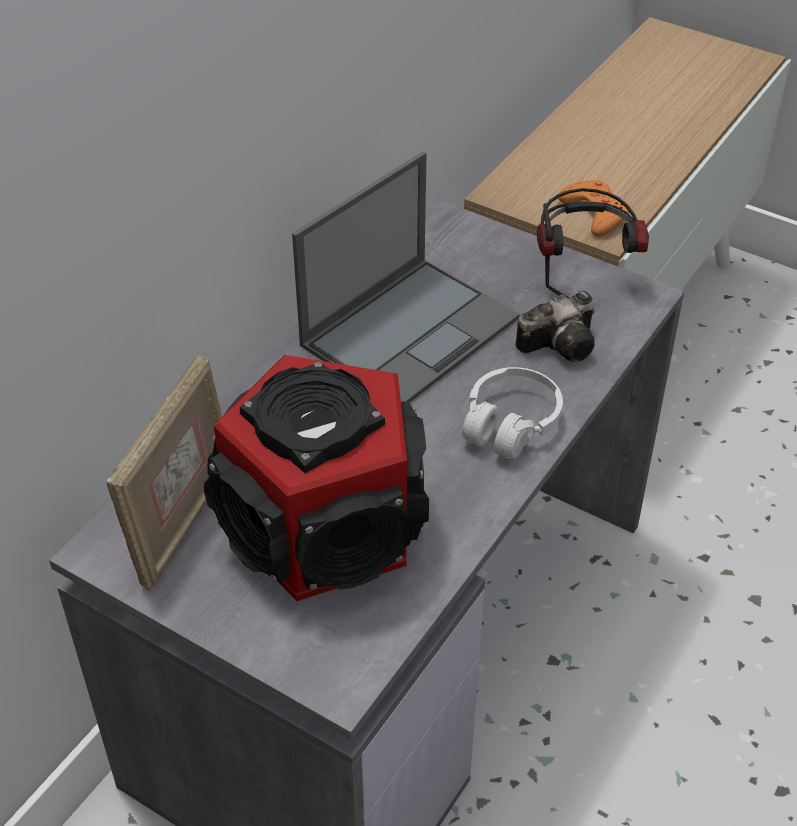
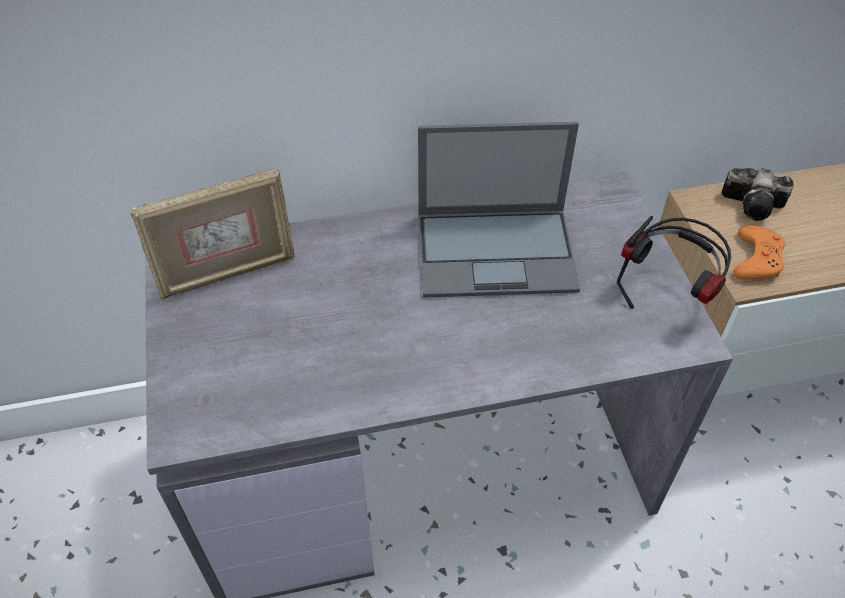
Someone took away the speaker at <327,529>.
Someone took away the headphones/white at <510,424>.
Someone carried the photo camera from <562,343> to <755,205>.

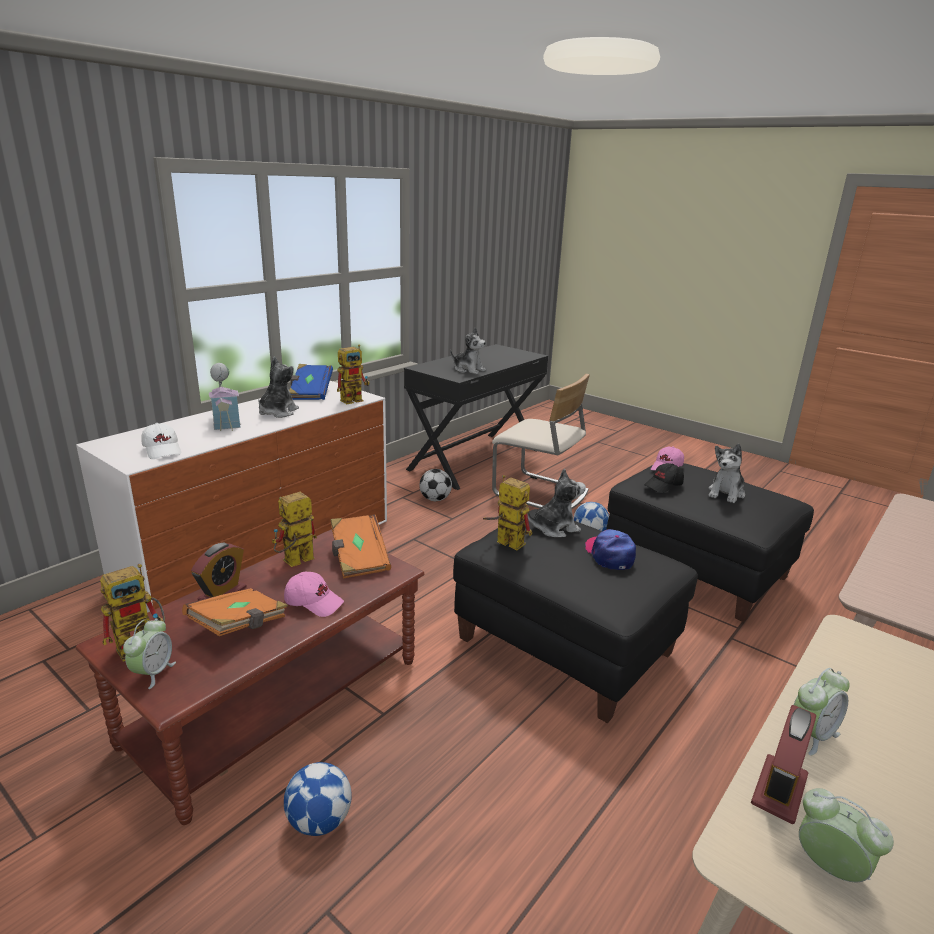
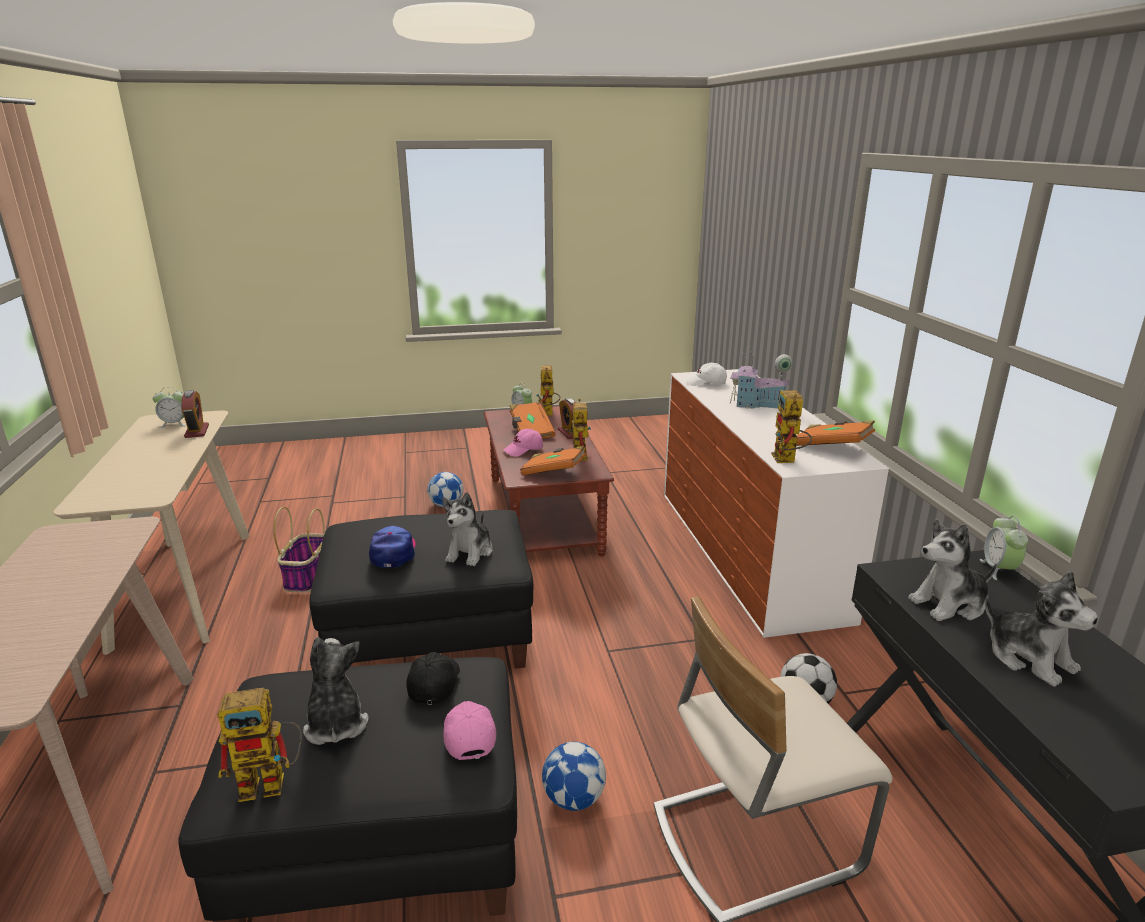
Someone carried the plush toy from <277,412> to <1029,658>.
Someone repainted the book/blue at <310,393>, which became the book/orange at <832,447>.
Someone carried the toy robot from <504,542> to <273,781>.
Someone rotated the cap at <609,554> by 120 degrees counterclockwise.
Someone carried the alarm clock from <811,734> to <998,569>.
Someone put down the basket at <307,576>.

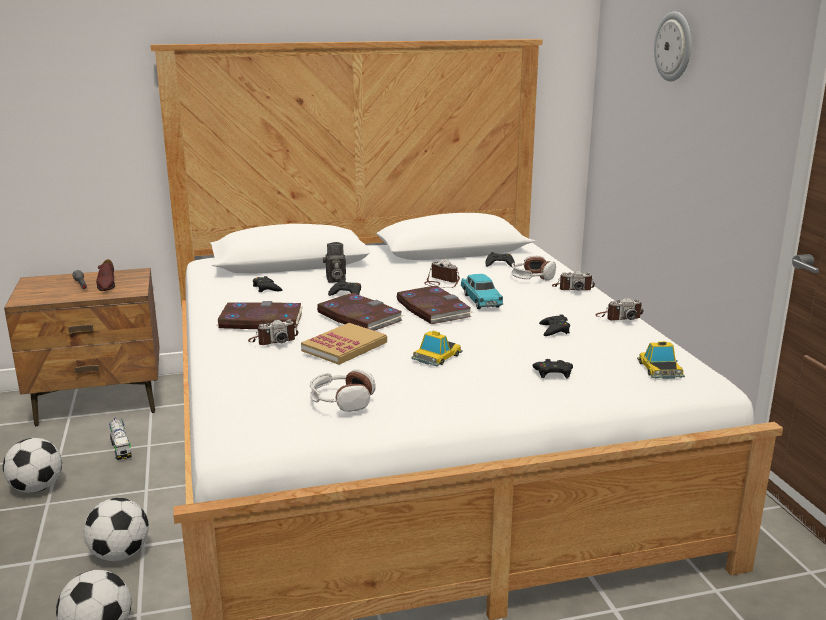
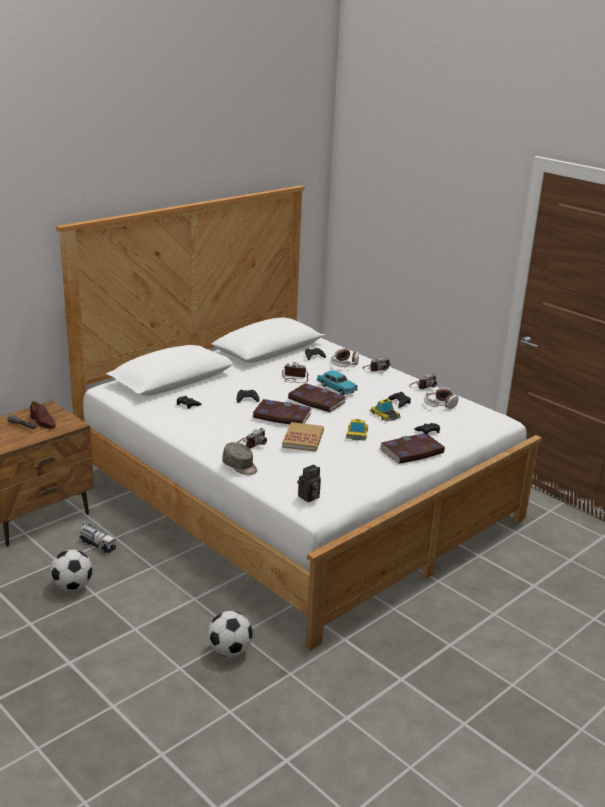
Someone took away the football at <120,554>.
Someone carried the book from <260,320> to <411,451>.
Someone carried the headphones from <342,400> to <440,404>.
Someone carried the photo camera from <334,280> to <308,497>.
Someone carried the toy car from <660,369> to <385,415>.
Someone took away the wall clock at <674,46>.
Someone put down the cap/grey at <240,466>.

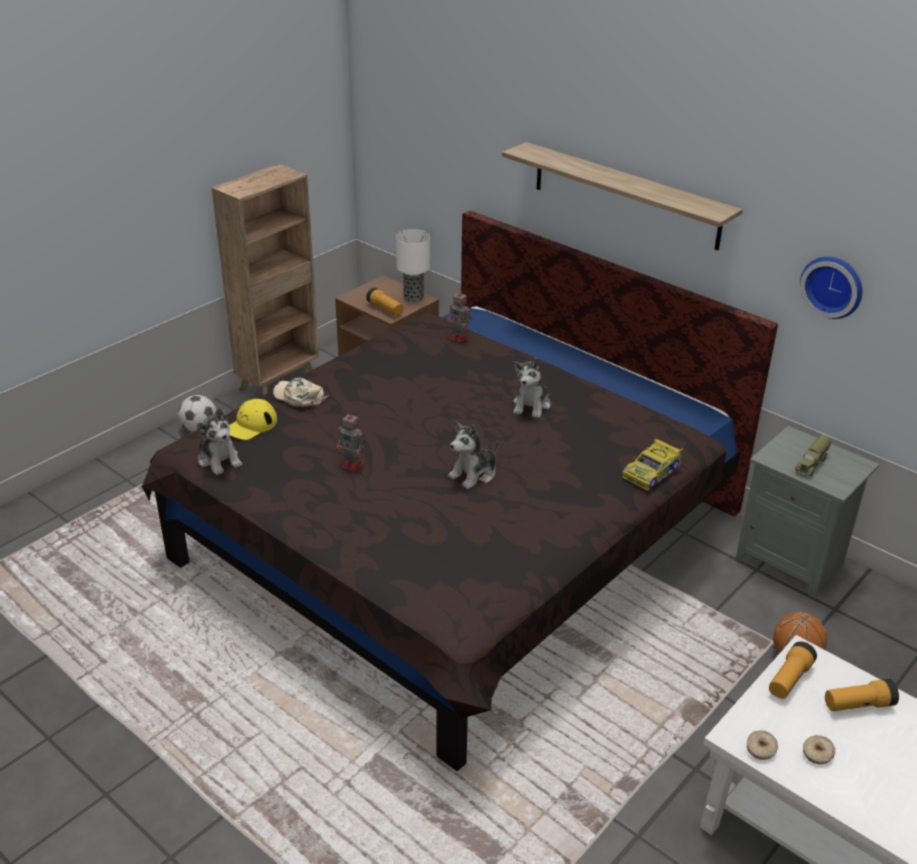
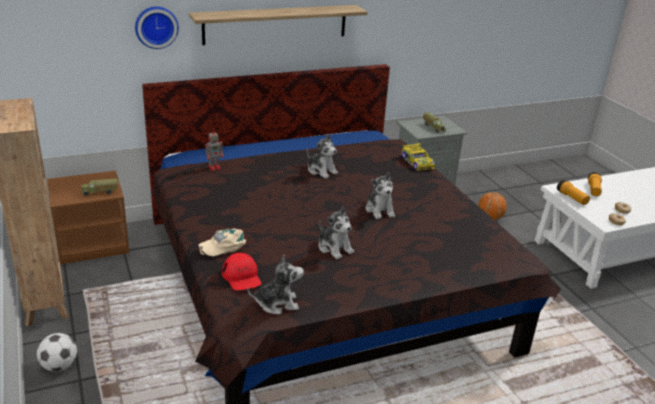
Someone repainted the cap/yellow at <251,425>, which became the cap/red at <242,276>.
Someone swapped the toy robot at <353,465> for the plush toy at <334,248>.
Someone swapped the flashlight at <385,309> for the toy truck at <100,192>.
Someone took away the table lamp at <413,297>.
Someone carried the wall clock from <833,285> to <156,26>.

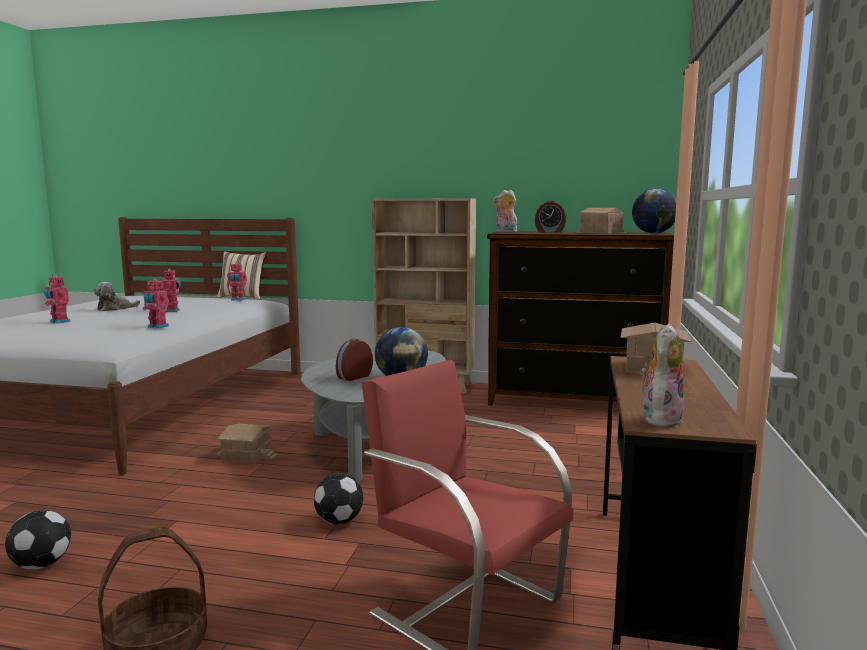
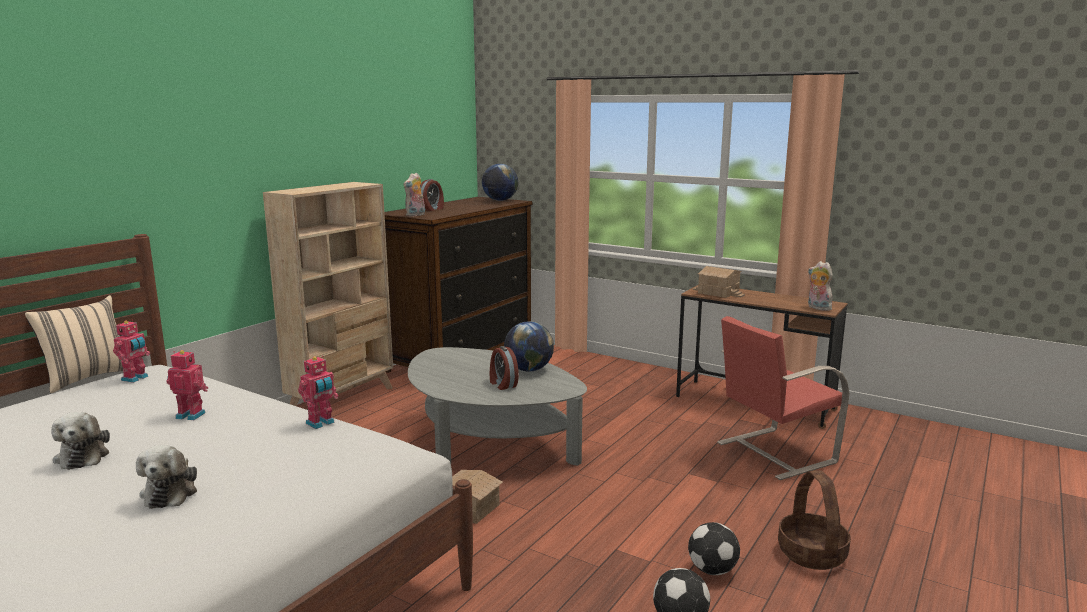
Someone swapped the toy robot at <59,322> for the plush toy at <171,492>.
Someone carried the football from <339,521> to <713,570>.
Someone took away the toy house at <600,233>.

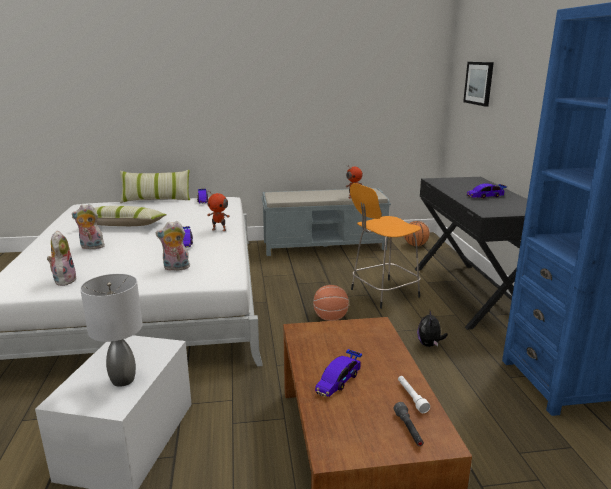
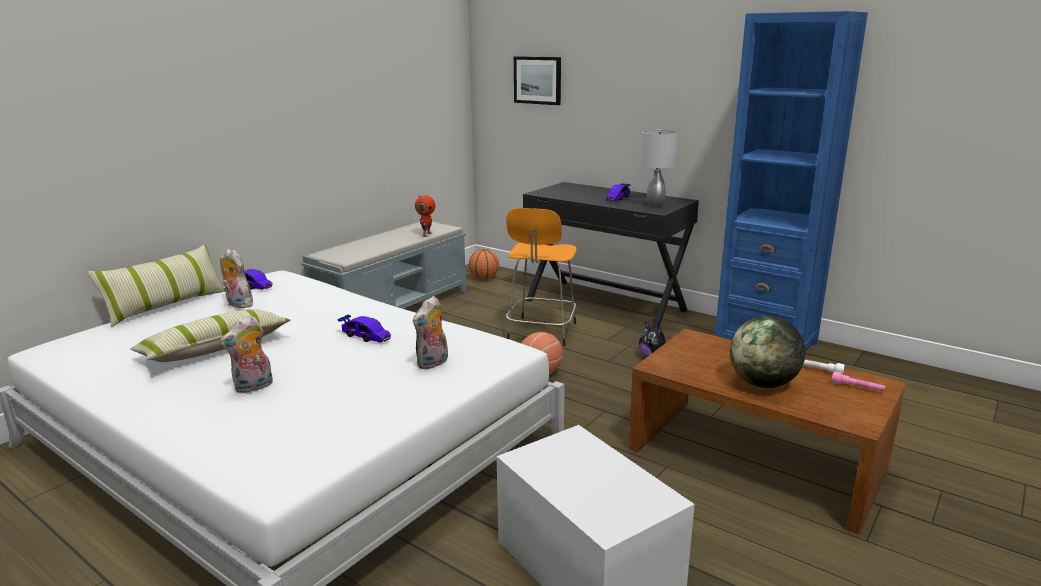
Someone carried the plush toy from <64,280> to <237,304>.
Someone carried the table lamp/grey from <123,380> to <656,205>.
Someone took away the toy robot at <219,229>.
Someone swapped the toy car at <338,380> for the globe at <762,384>.
Someone repainted the flashlight/grey at <408,430>, which became the flashlight/pink at <857,388>.

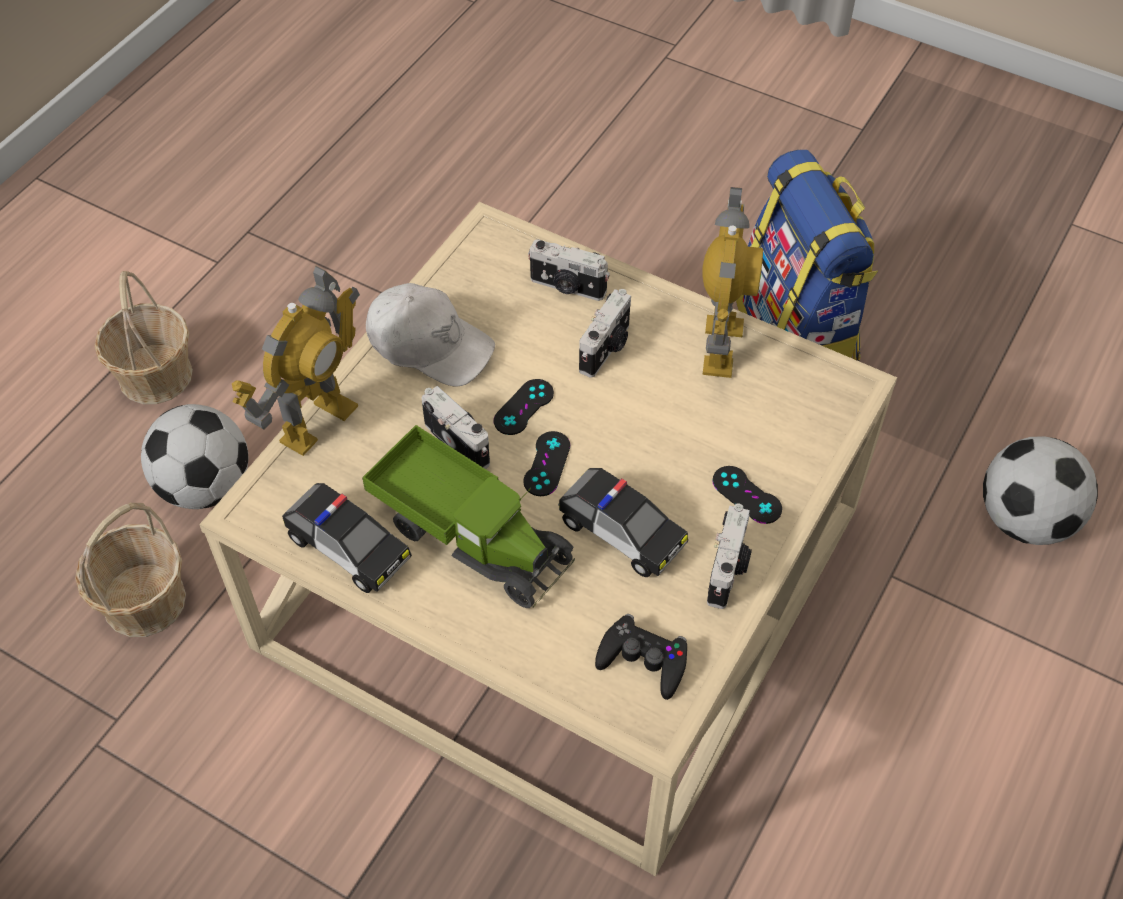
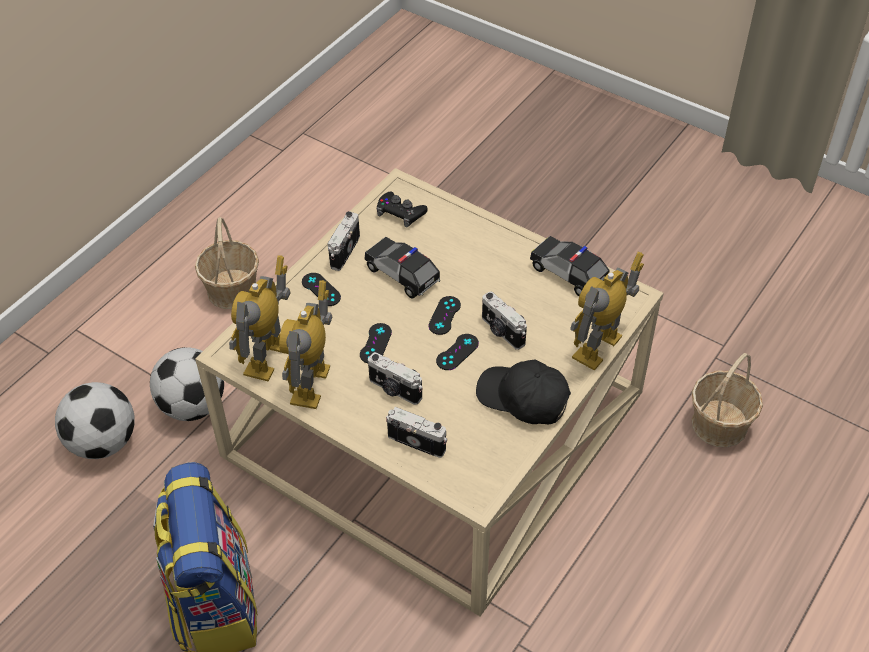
Someone carried the basket from <155,376> to <232,290>.
Someone carried the football from <205,486> to <193,406>.
Someone took away the toy truck at <471,534>.
Someone repainted the cap/white at <429,345>, which became the cap/black at <523,398>.
Someone rotated the photo camera at <607,349> by 90 degrees counterclockwise.
Someone put down the toy robot at <267,358>.
Someone put down the game controller/black at <375,343>.

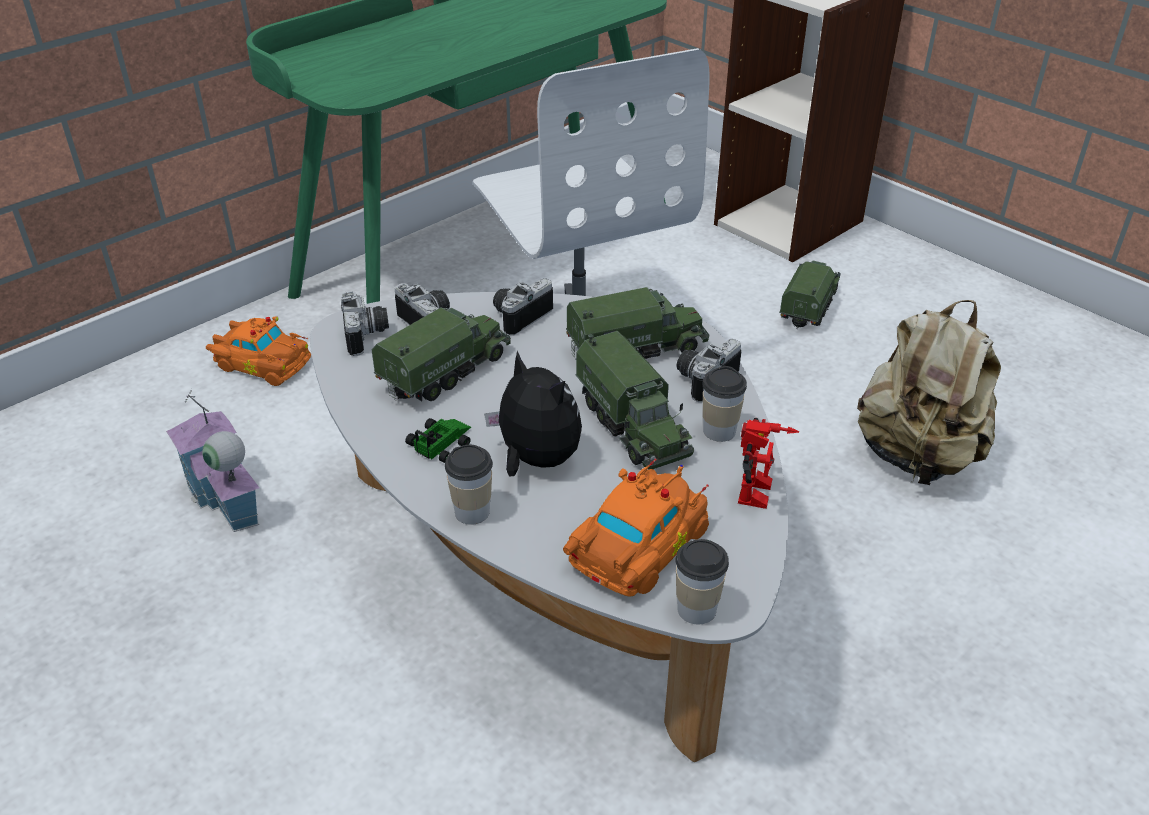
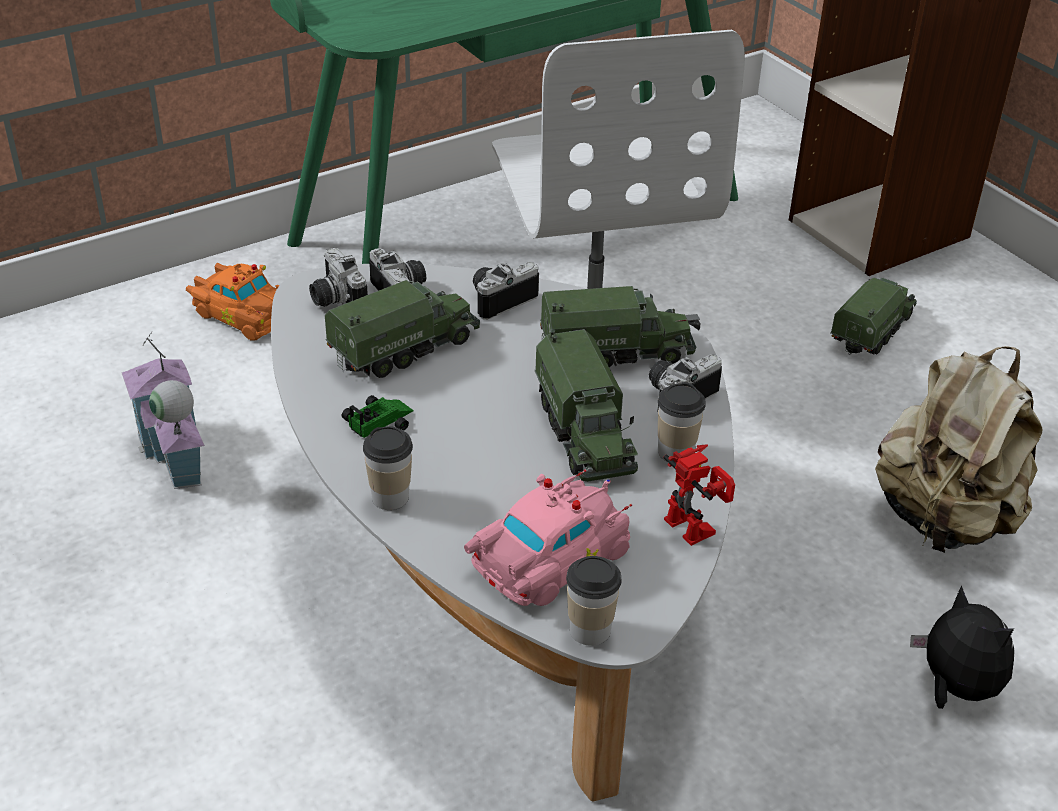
Someone rotated the photo camera at <368,335> by 150 degrees clockwise.
Someone carried the plush toy from <536,460> to <955,688>.
Someone repainted the toy car/orange at <635,548>, which became the toy car/pink at <546,559>.
Someone rotated the toy robot at <760,495> by 60 degrees counterclockwise.

